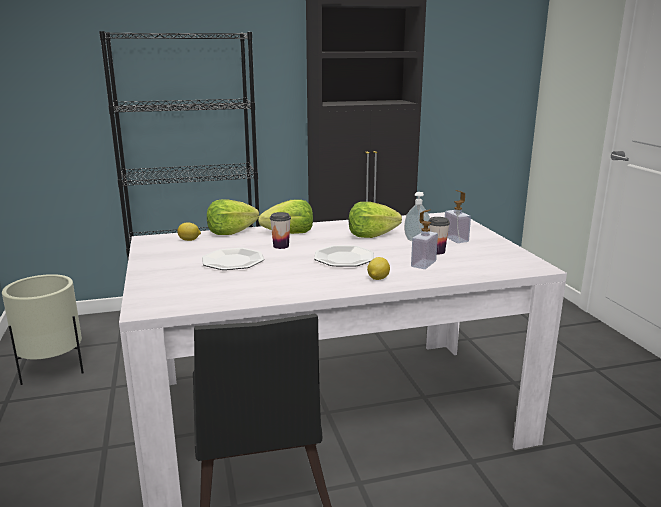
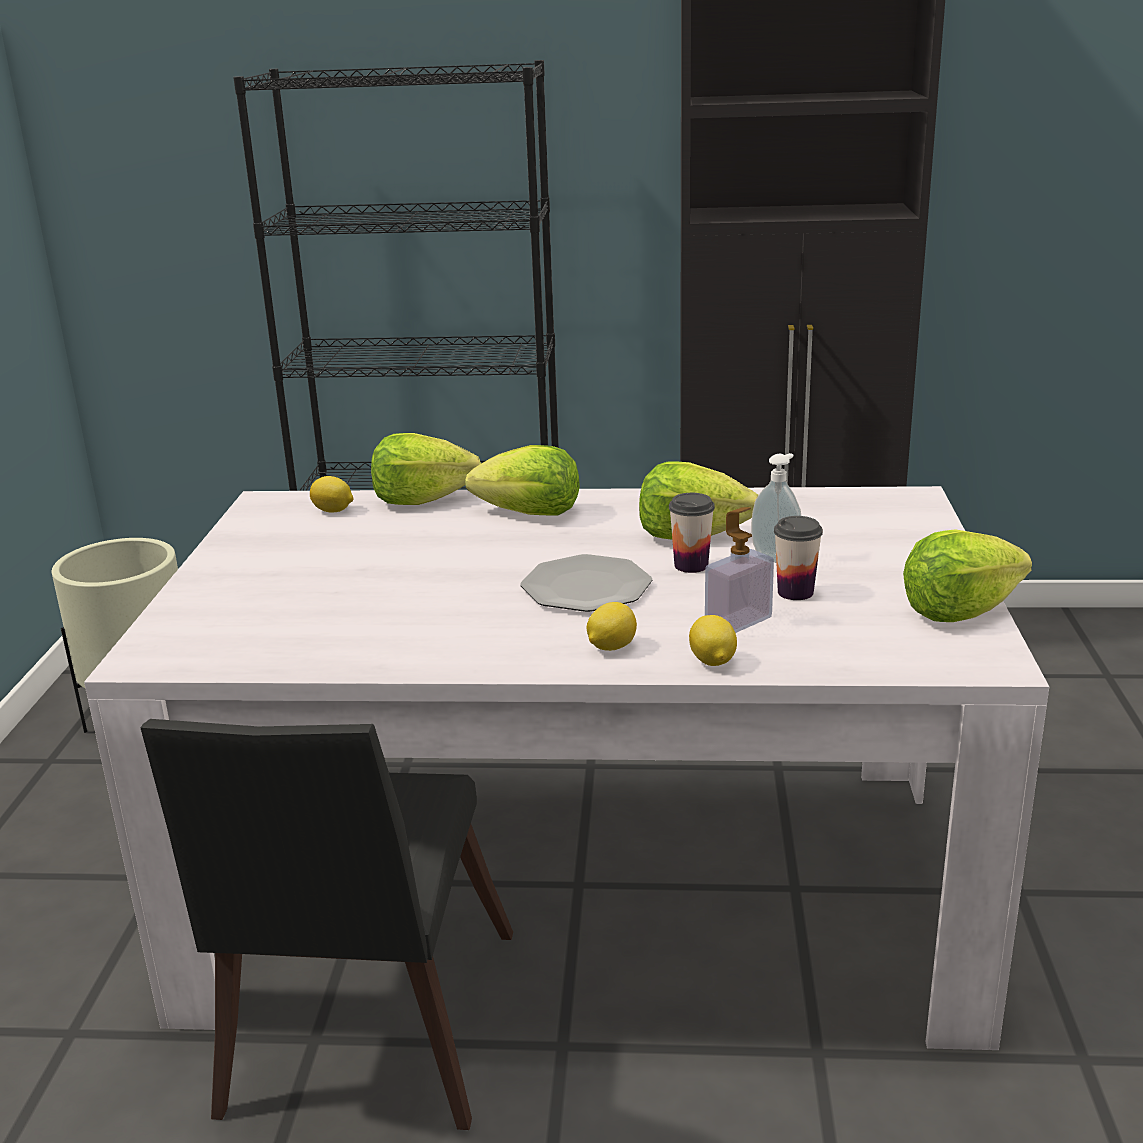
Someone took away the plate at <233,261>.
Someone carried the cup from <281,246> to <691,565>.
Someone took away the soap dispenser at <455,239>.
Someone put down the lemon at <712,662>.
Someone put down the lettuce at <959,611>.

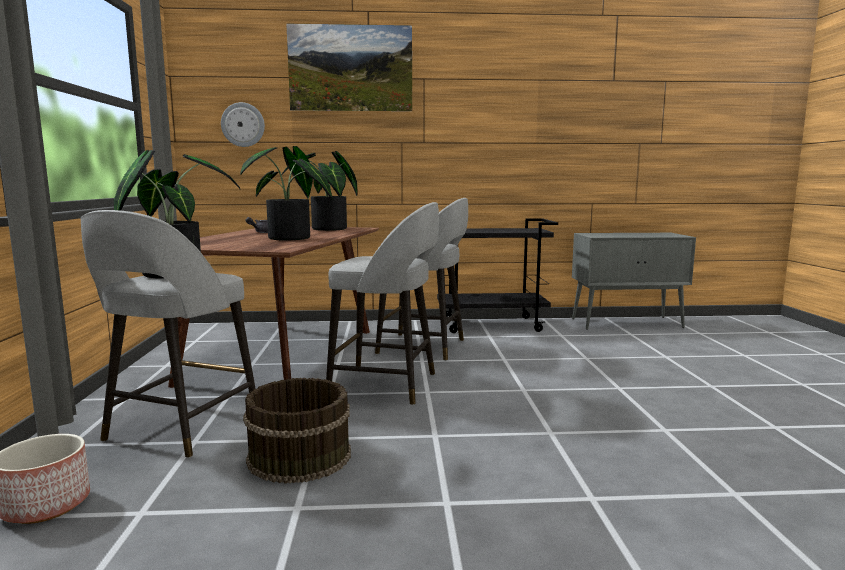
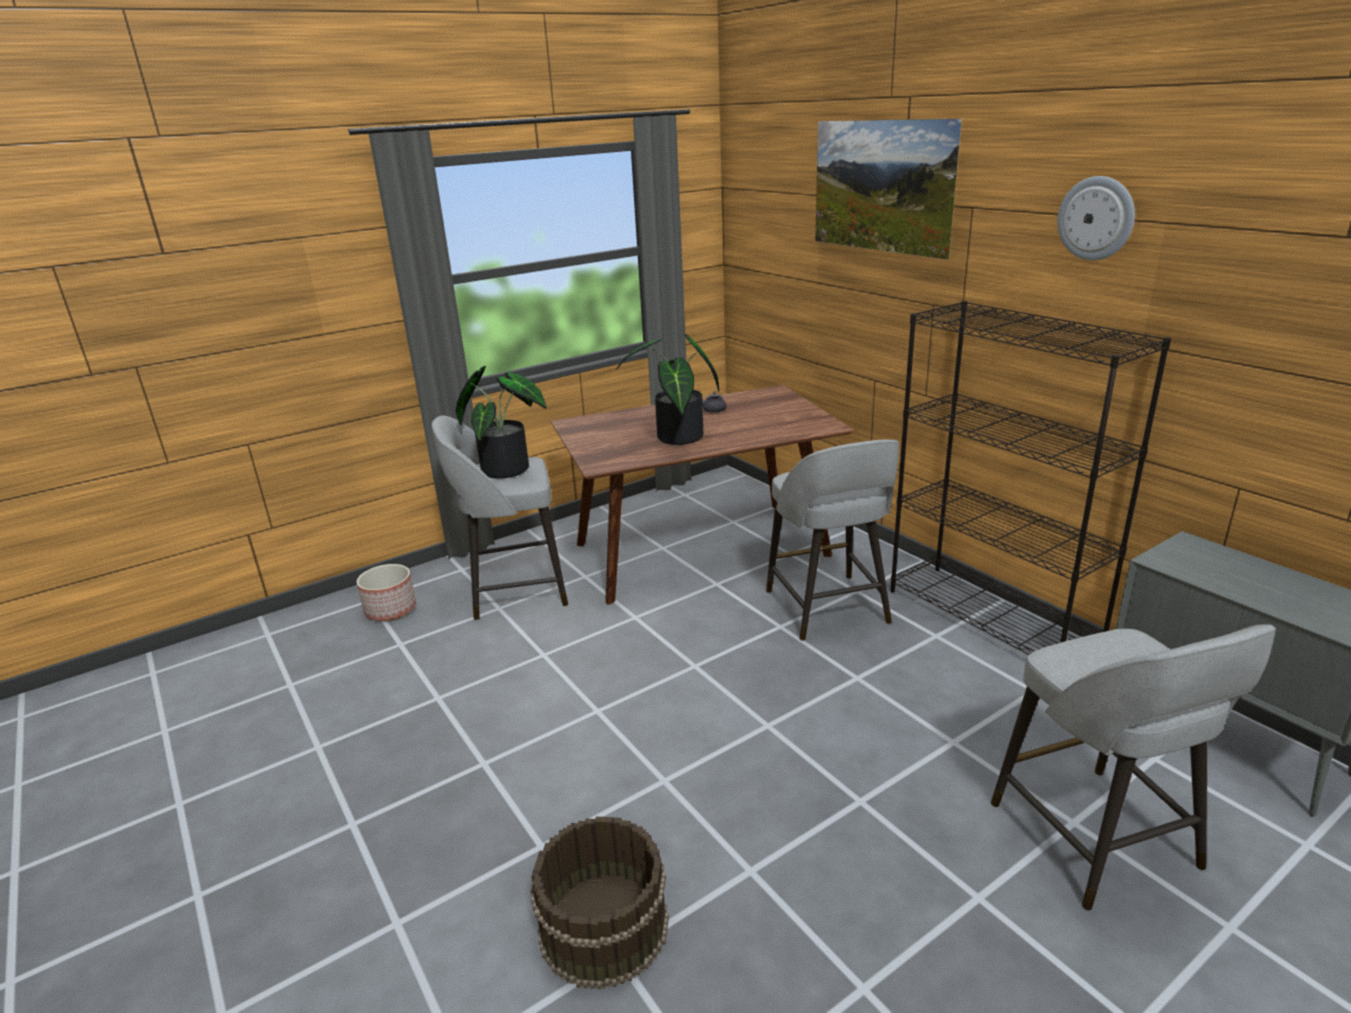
Someone carried the wall clock from <243,125> to <1096,218>.
Someone carried the bucket/brown from <298,456> to <602,926>.
Someone took away the potted plant at <328,229>.
Someone carried the stool/grey from <387,385> to <1097,839>.
Someone swapped the cart/black at <492,325> for the bookcase/black at <992,619>.

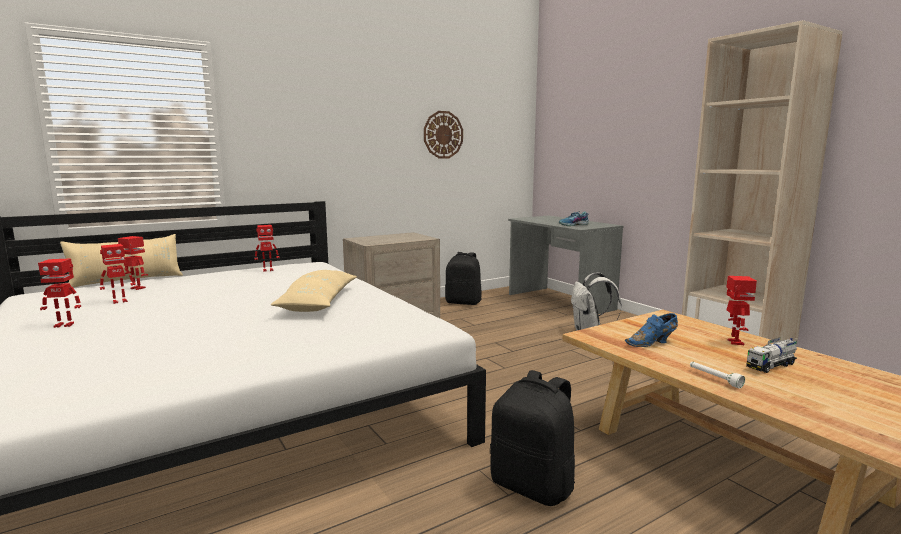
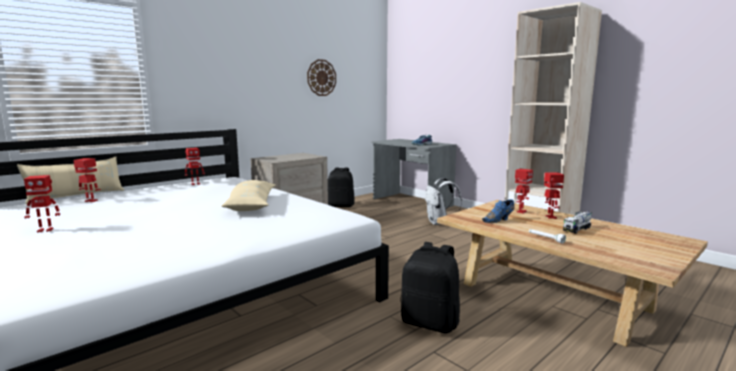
Someone carried the toy robot from <119,301> to <521,211>.

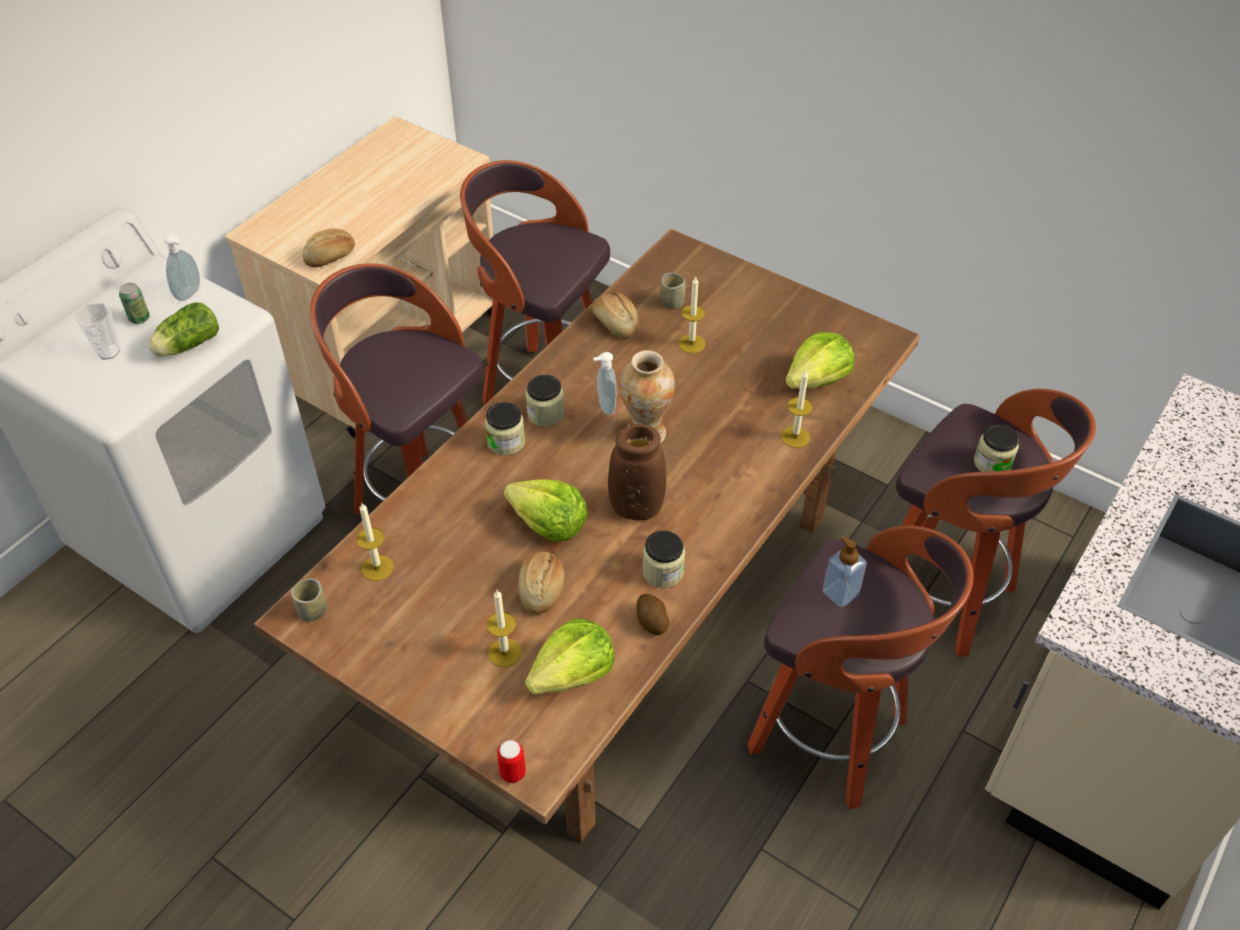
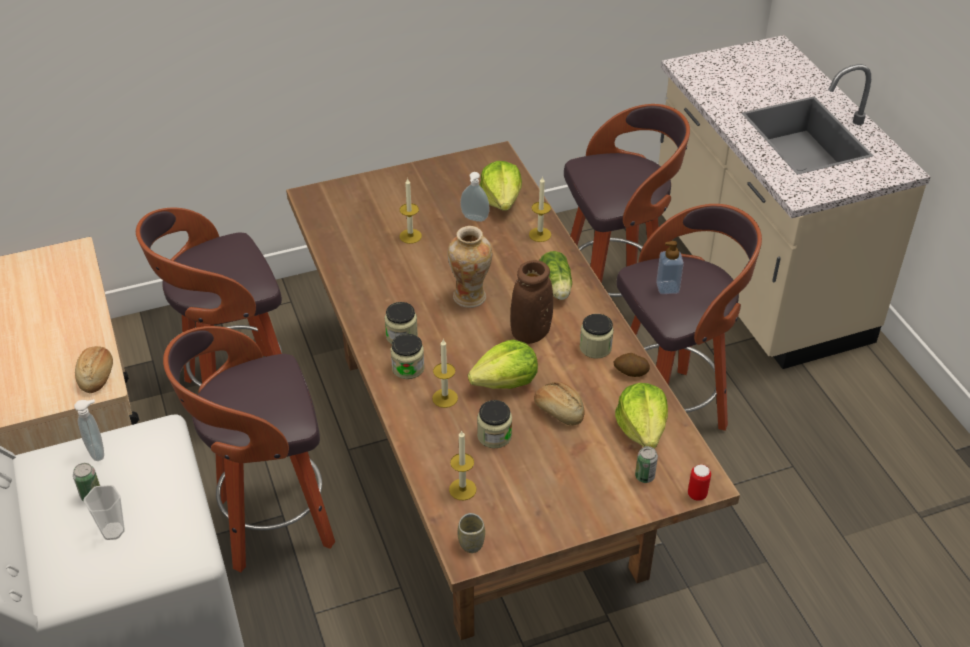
Someone carried the lettuce from <186,346> to <556,288>.
Someone carried the candle from <505,653> to <445,398>.
Someone took away the bread at <615,323>.
Someone carried the soap dispenser from <605,407> to <474,219>.
Someone took away the cup at <672,303>.
Someone carried the jar from <992,463> to <494,436>.
Someone put down the can at <644,476>.

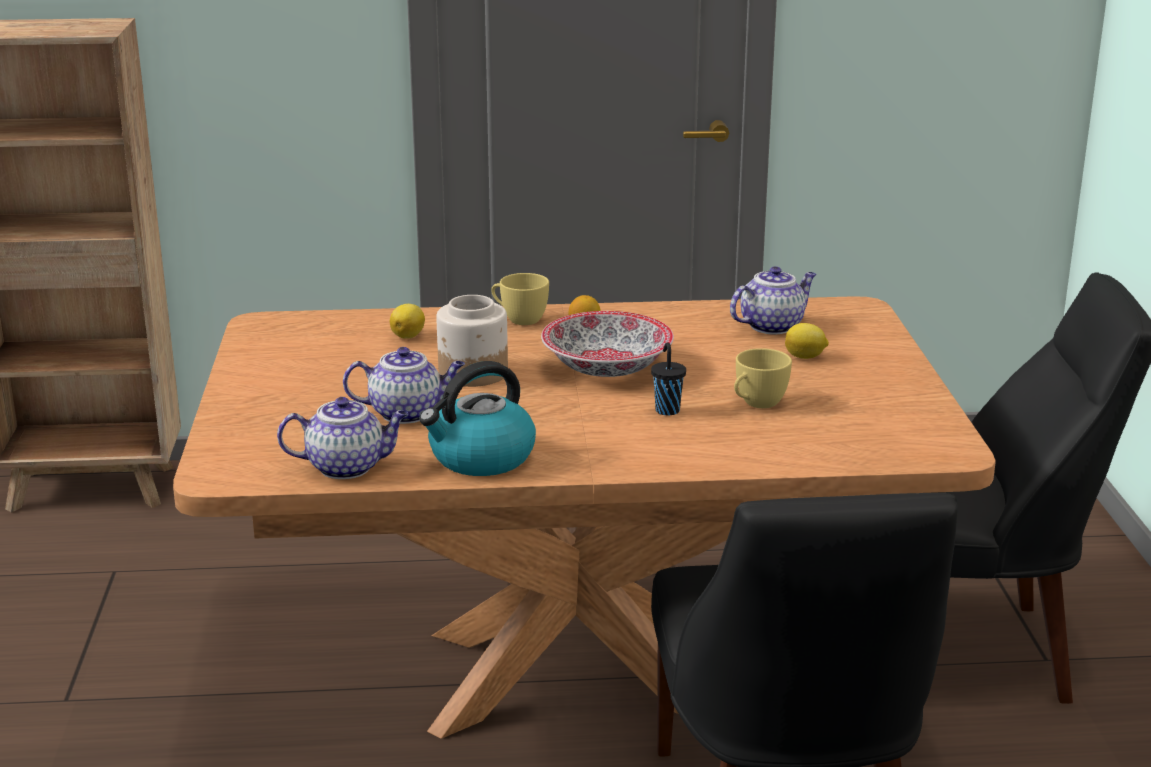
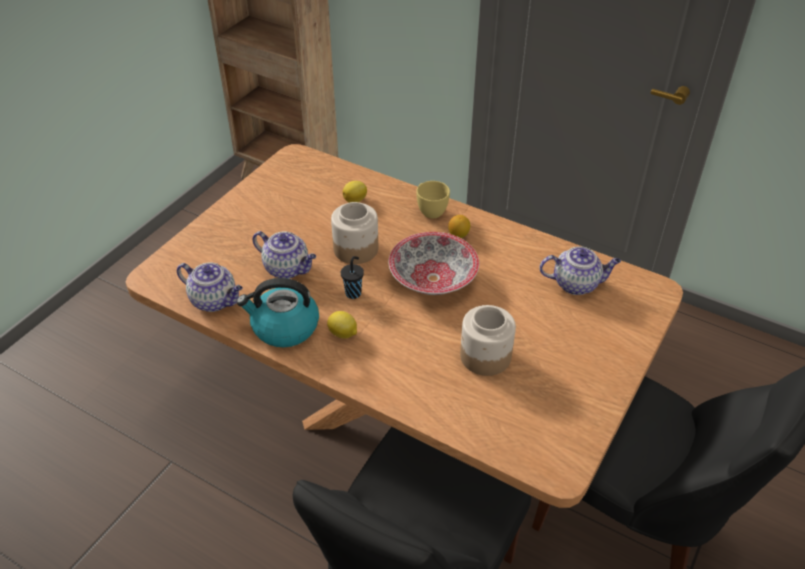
Someone carried the cup/black from <667,410> to <353,293>.
Someone swapped the cup/yellow at <756,404> for the jar at <485,357>.
Someone carried the lemon from <805,357> to <343,334>.

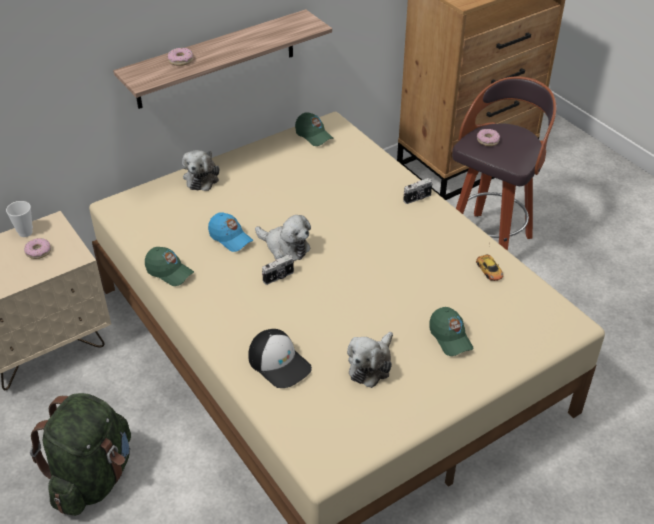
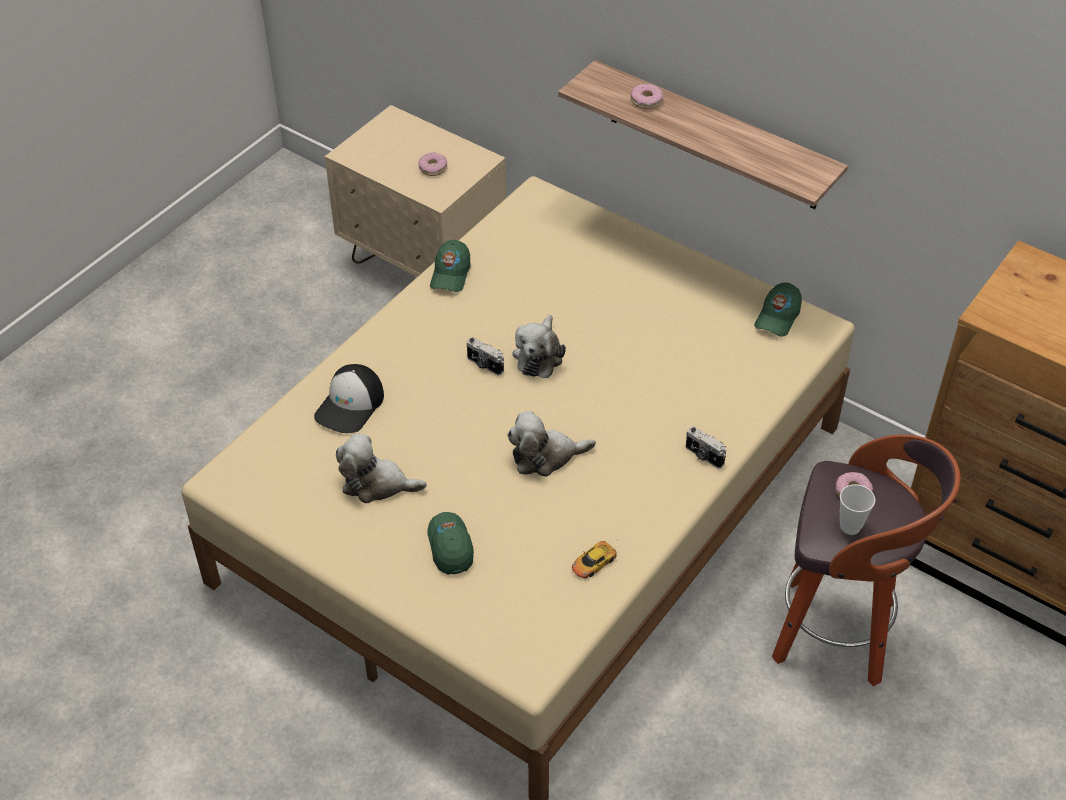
Someone carried the cup from <25,232> to <850,526>.
Someone took away the backpack/green at <93,477>.
Someone carried the plush toy from <202,177> to <545,456>.
Someone took away the cap/blue at <230,238>.
Someone rotated the cap/green at <450,338> by 120 degrees clockwise.

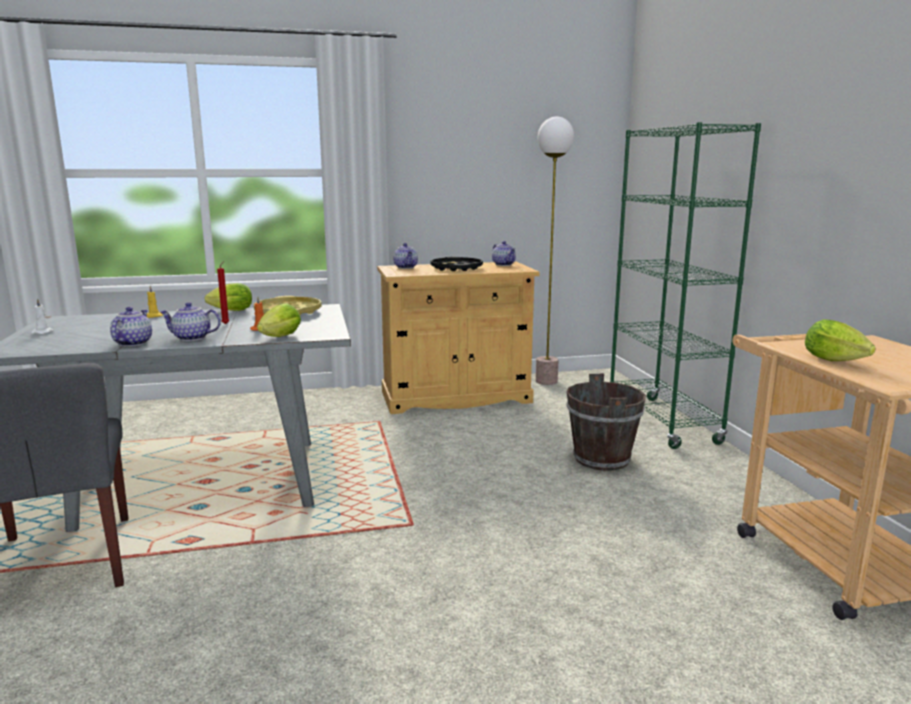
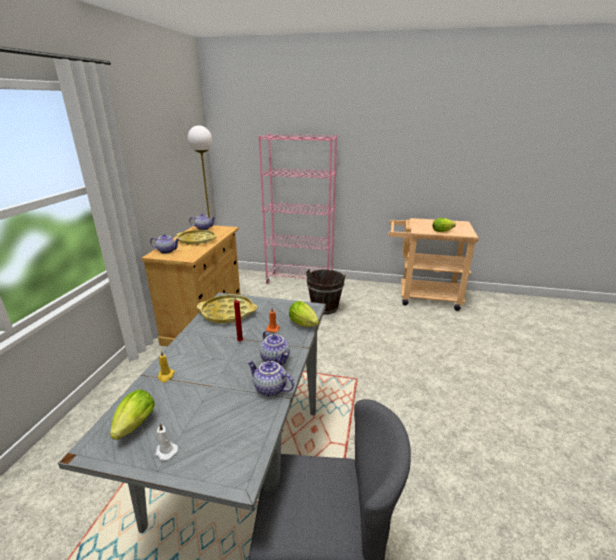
Someone rotated the teapot at <191,338> by 60 degrees counterclockwise.
Someone carried the lettuce from <229,311> to <134,427>.
Someone repainted the tray/black at <456,268>, which became the tray/yellow at <197,240>.
Someone repainted the bookcase/green at <662,422>, which became the bookcase/pink at <300,281>.

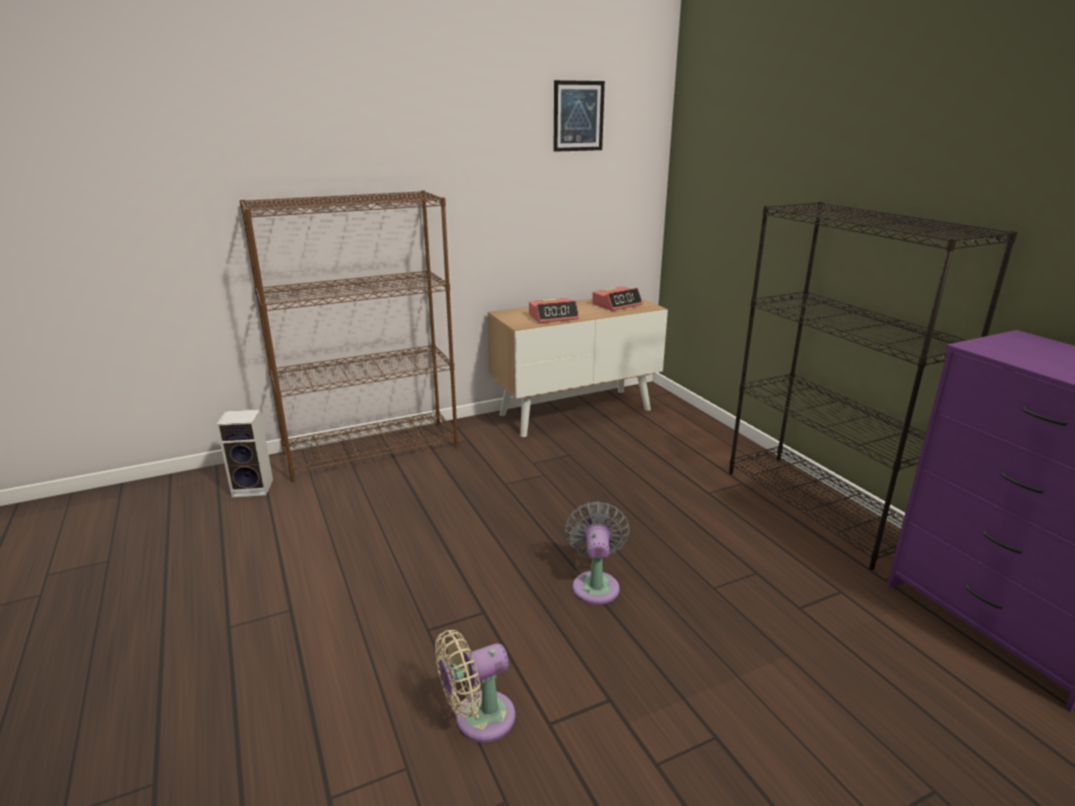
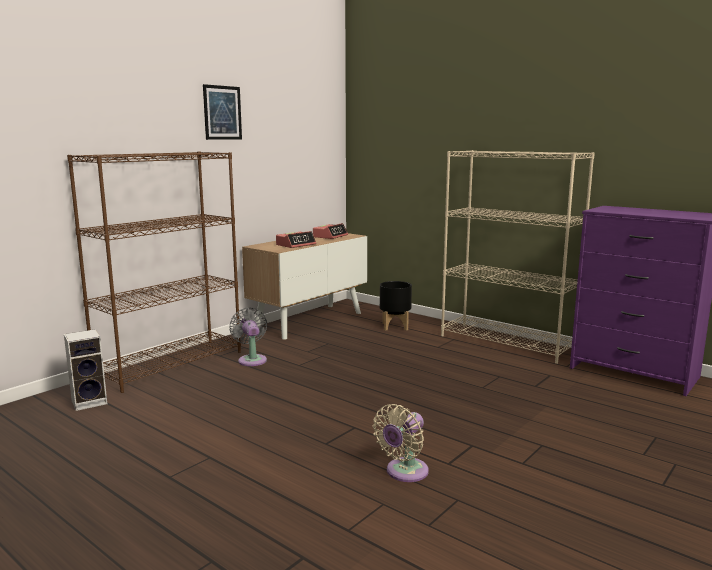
Someone carried the picture from <578,116> to <222,112>.
Someone carried the fan/grey from <595,584> to <251,359>.
Someone repainted the bookcase/black at <820,507>, which became the bookcase/beige at <507,342>.
Someone put down the planter/black at <395,326>.

